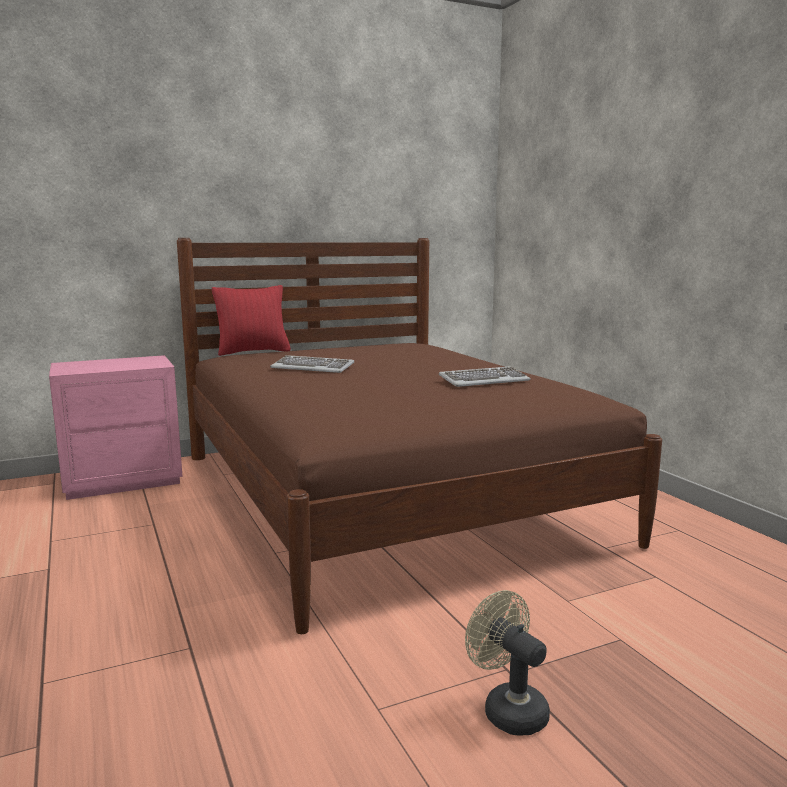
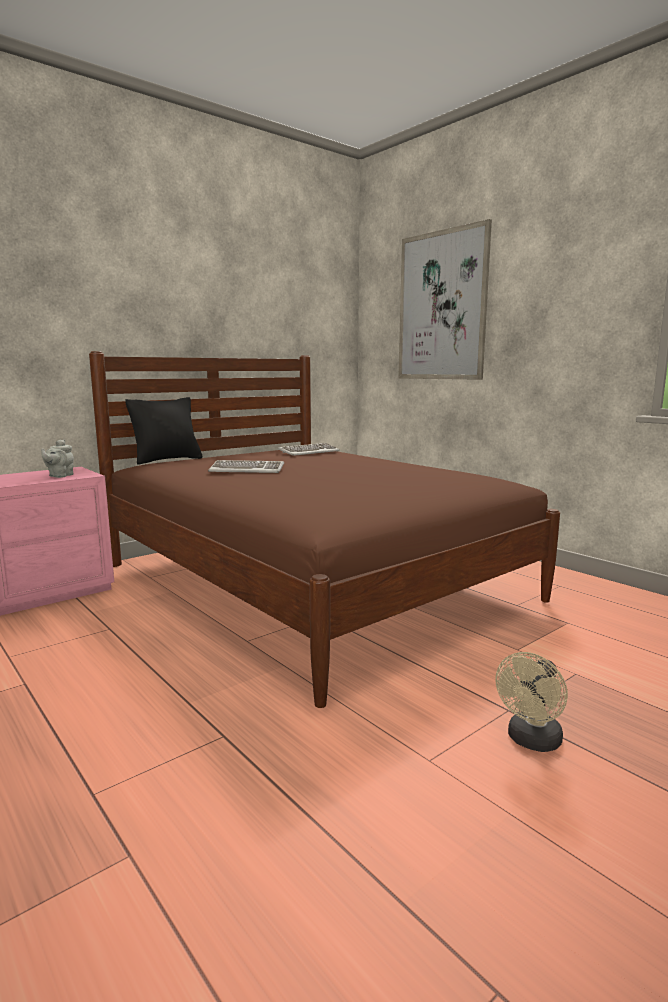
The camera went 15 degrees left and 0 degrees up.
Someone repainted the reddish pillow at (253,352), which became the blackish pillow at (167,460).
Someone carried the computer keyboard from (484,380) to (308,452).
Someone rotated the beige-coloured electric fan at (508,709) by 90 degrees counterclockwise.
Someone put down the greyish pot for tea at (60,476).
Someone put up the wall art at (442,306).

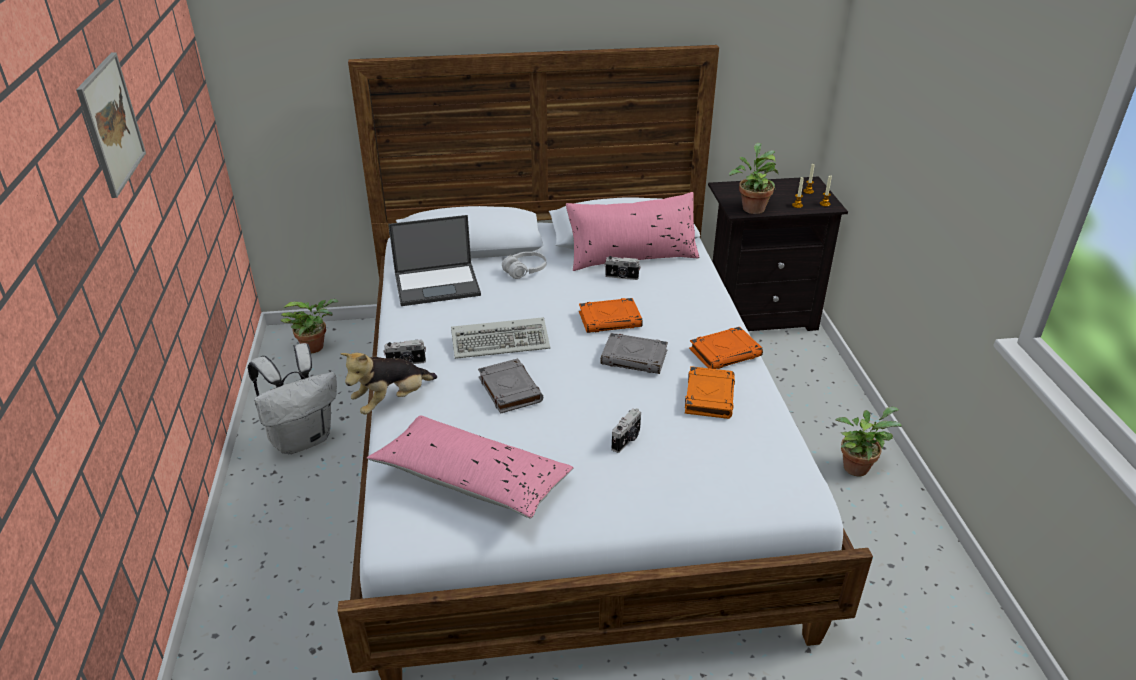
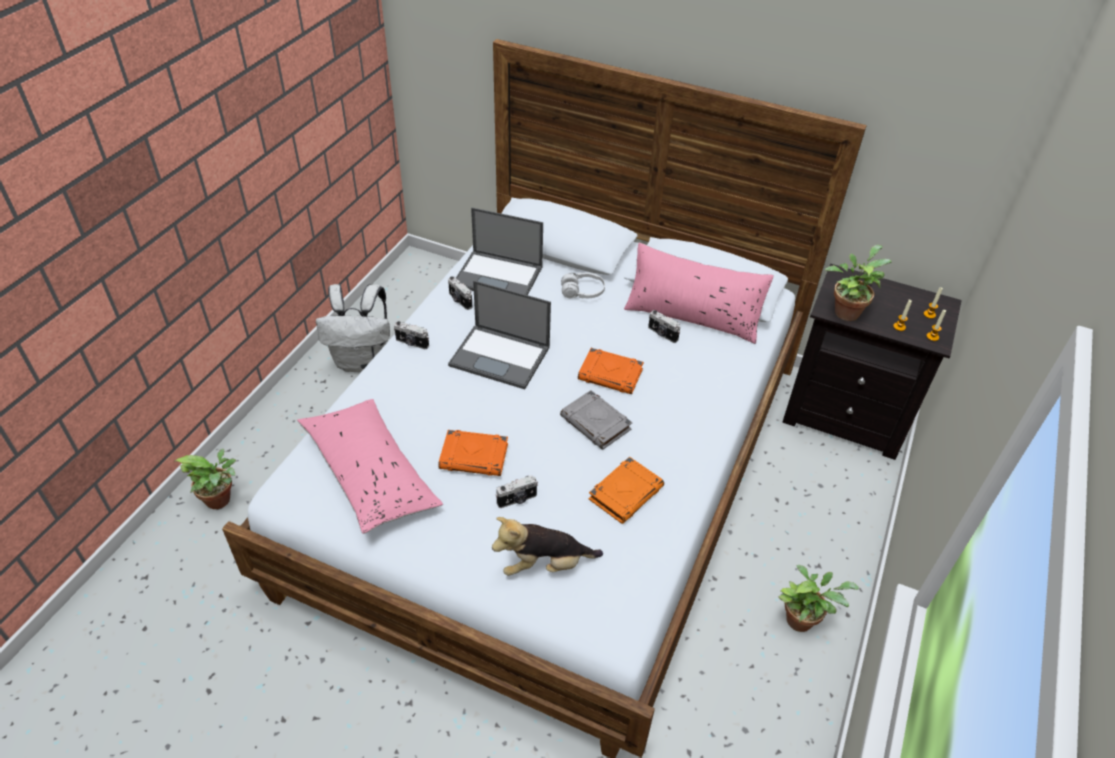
The camera went 30 degrees right and 10 degrees up.
Someone took away the wall art at (111,124).
Someone carried the houseplant from (316,346) to (221,499).
Someone carried the cuddly toy from (392,401) to (544,564).
Someone swapped the computer keyboard at (502,341) for the laptop at (501,356).
Someone took away the greyish bound book at (509,389).
Someone carried the orange bound book from (725,352) to (474,456).
Someone put down the still camera at (459,300).

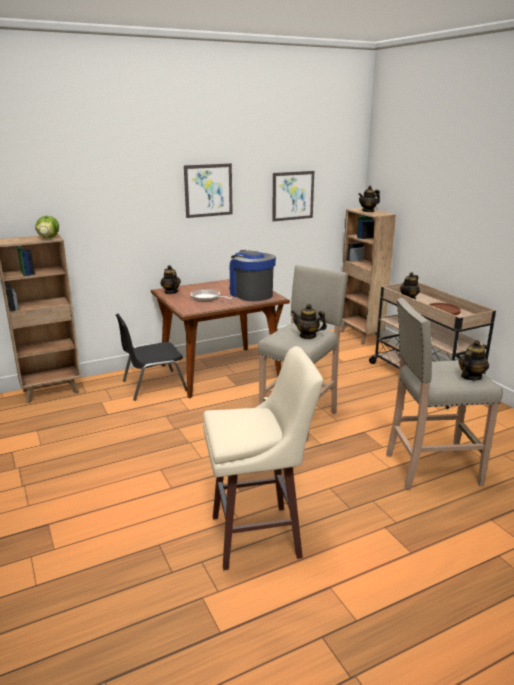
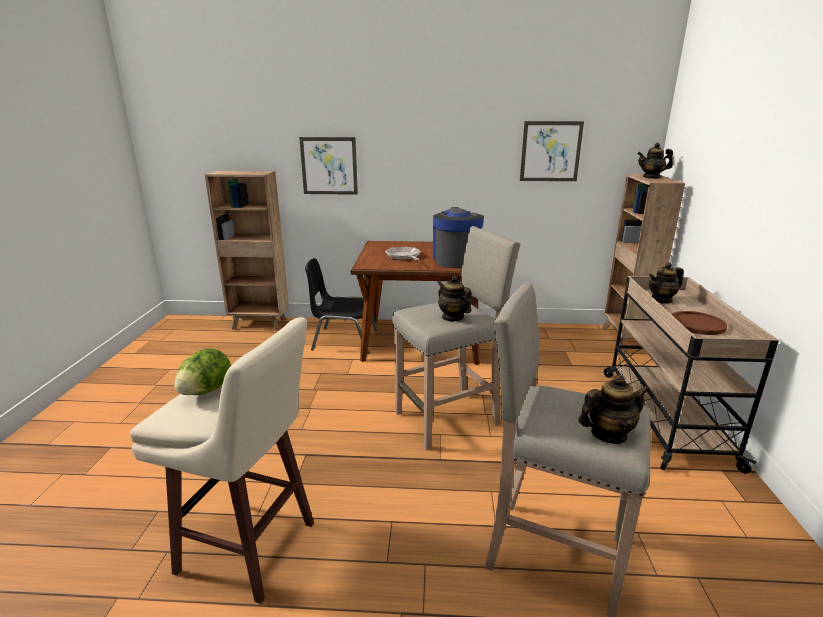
The camera went 30 degrees right and 0 degrees up.
Someone carried the lettuce from (48,238) to (206,391).
Someone took away the pot for tea at (171,292).
Someone carried the wall art from (208,190) to (329,166).

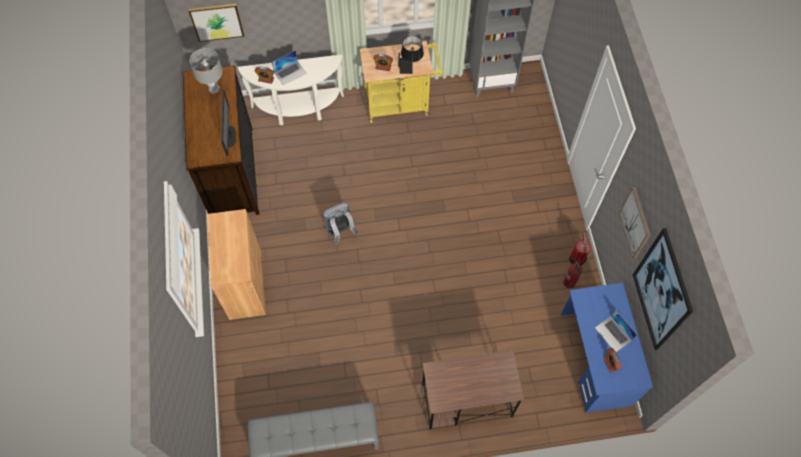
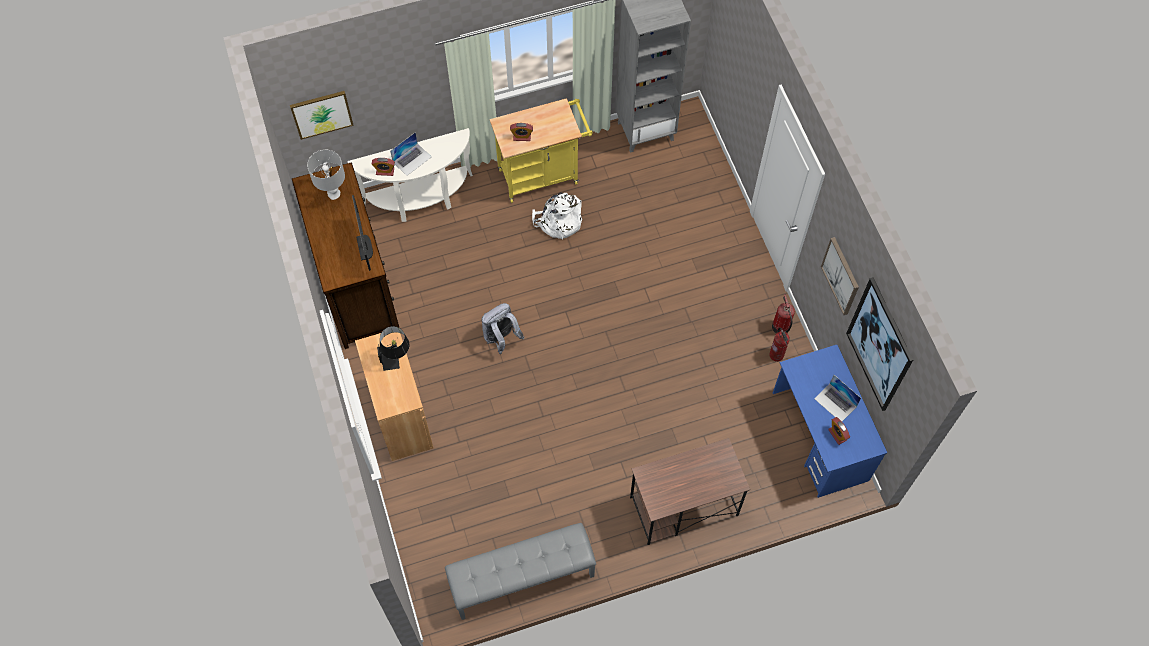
The camera went 10 degrees left and 0 degrees up.
Someone carried the blackish table lamp from (410,65) to (395,357).
Someone put down the whitish rucksack at (558,221).

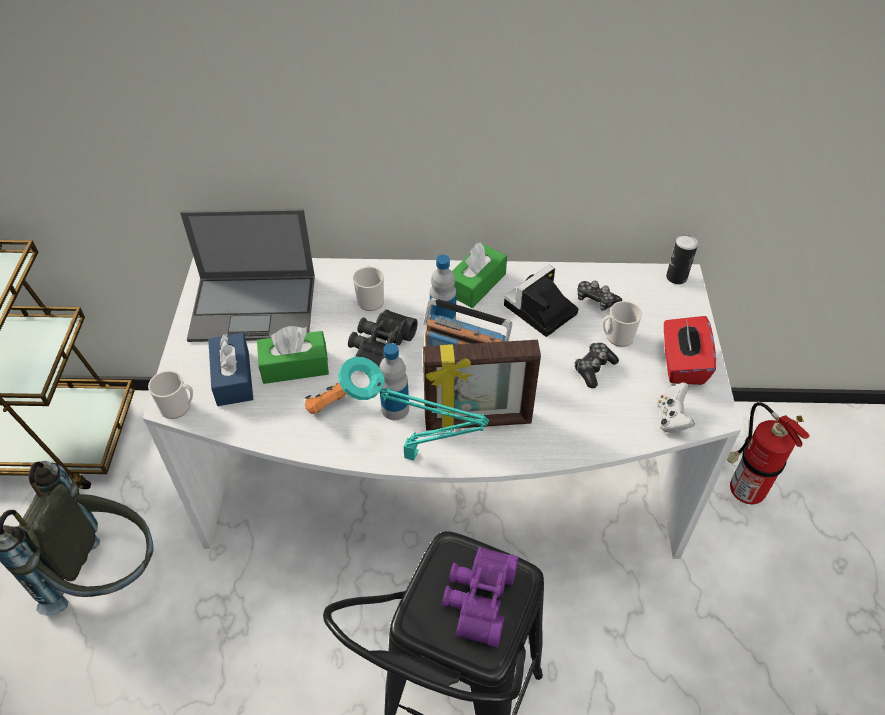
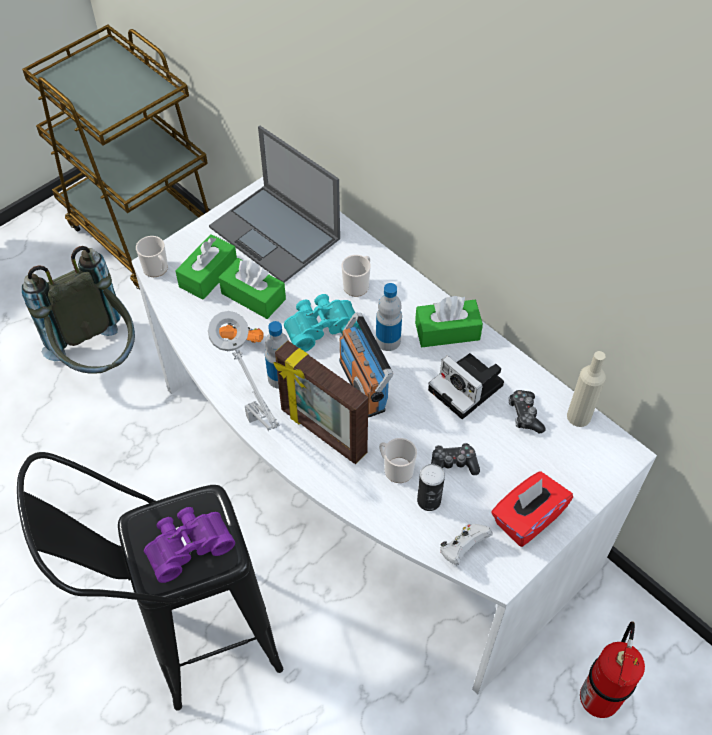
The camera went 45 degrees right and 5 degrees up.
Someone repainted the blue box of tissues at (233,378), which became the green-coloured box of tissues at (208,275).
Someone repainted the turquoise-coloured table lamp at (416,456), which became the greyish table lamp at (255,421).
Someone repainted the blackish field glasses at (379,348), which became the turquoise-coloured field glasses at (320,327).
Someone rotated the still camera at (539,311) by 135 degrees counterclockwise.
Someone carried the coffee mug from (616,337) to (395,469).
Someone carried the sealed can from (676,277) to (429,500).
Someone put down the beige-coloured bottle at (578,416).

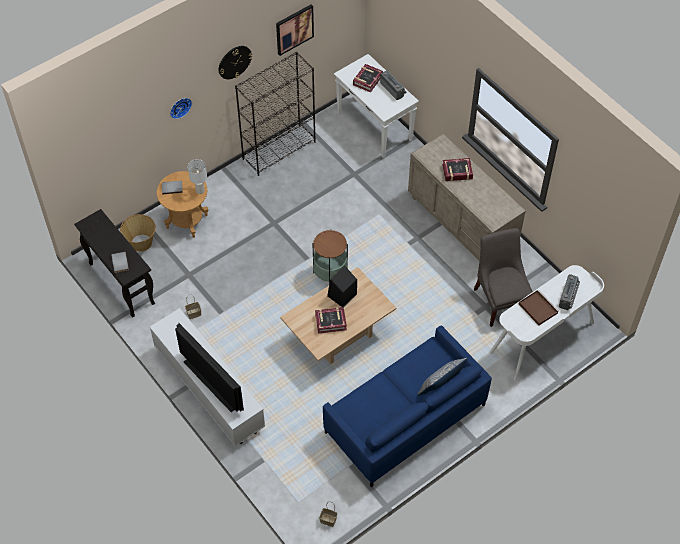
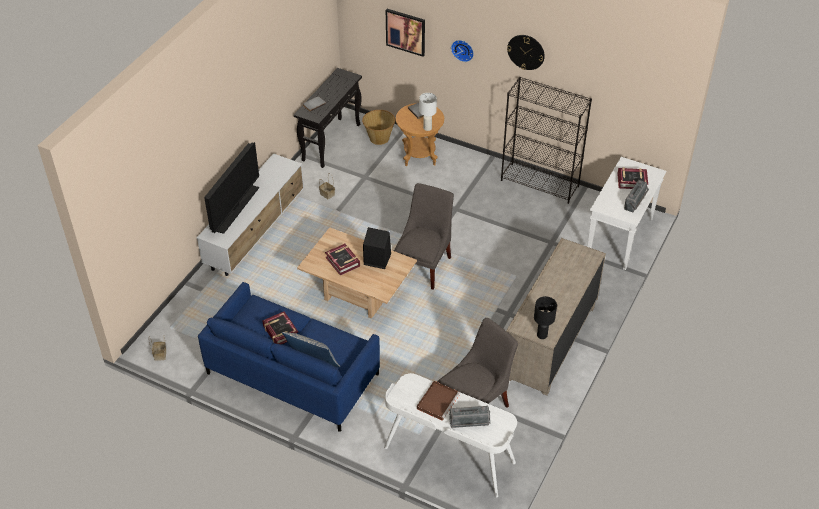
The camera went 65 degrees right and 10 degrees down.
Someone carried the wall art from (294,29) to (405,31).
Someone swapped the accent table at (330,274) for the greyish upright chair at (424,265).
Someone carried the bound book from (457,172) to (280,331).
Someone put down the blackish table lamp at (542,335).

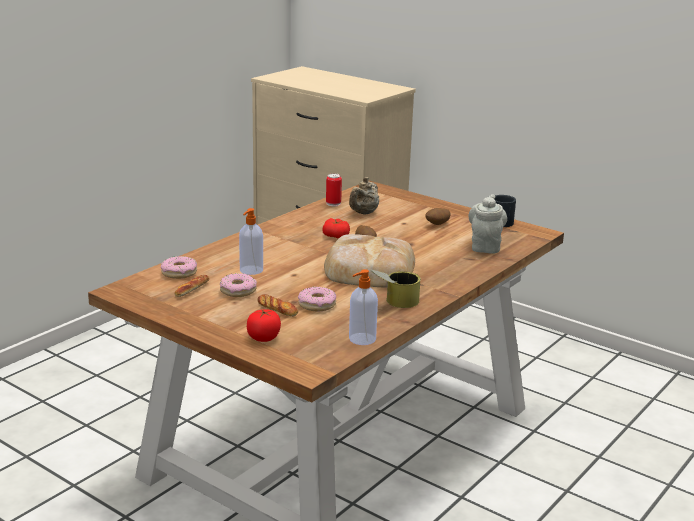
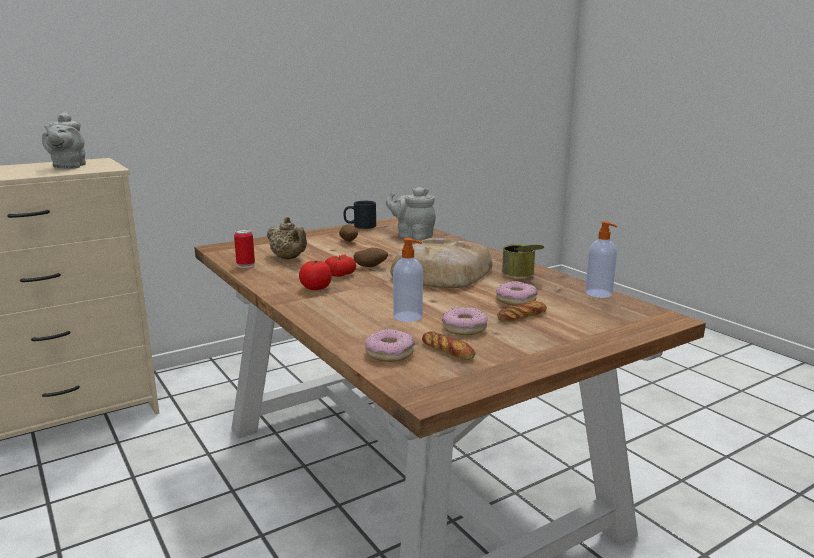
The camera went 70 degrees left and 5 degrees down.
Someone carried the fresh tomato from (264,338) to (316,288).
Someone put down the greyish pot for tea at (68,167).

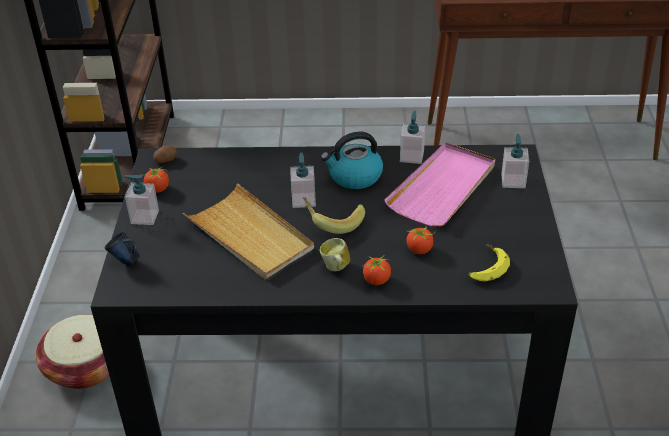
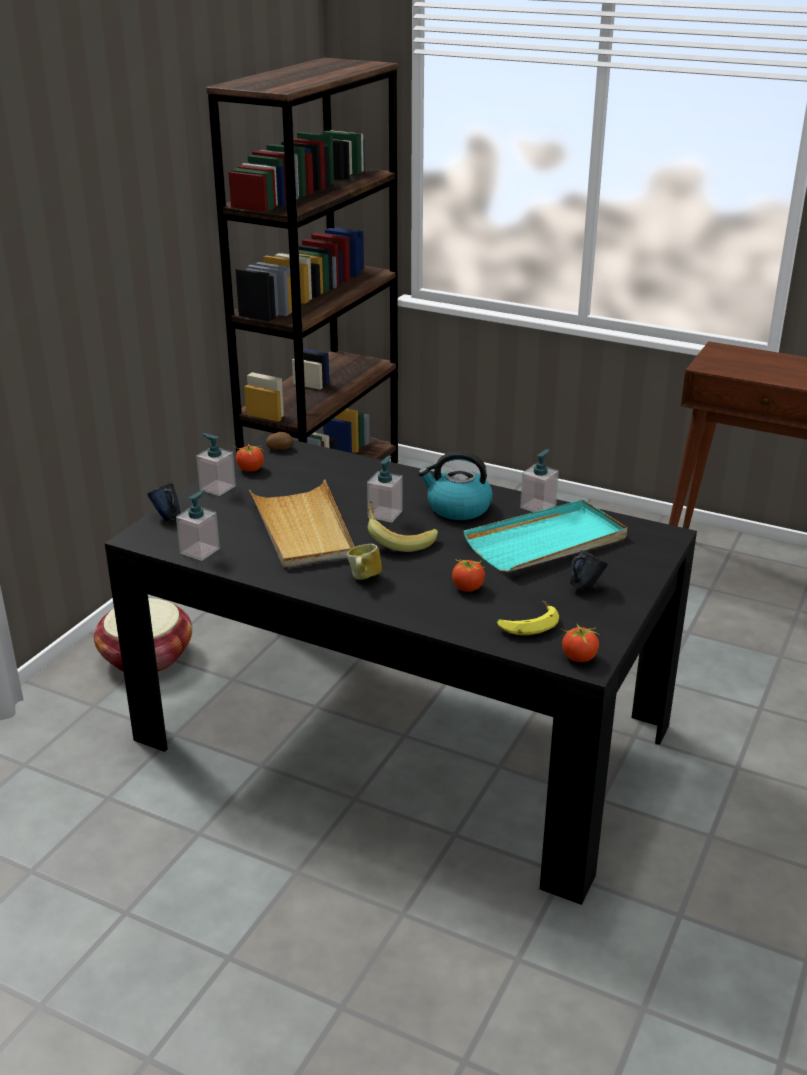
The camera went 25 degrees right and 10 degrees down.
Someone carried the fresh tomato from (376,280) to (578,657).
Someone repainted the pink carrying tray at (443,187), which became the turquoise-coloured carrying tray at (547,542).
Someone carried the liquid soap bottle from (513,181) to (200,551).
Someone put down the blue coffee mug at (585,587).

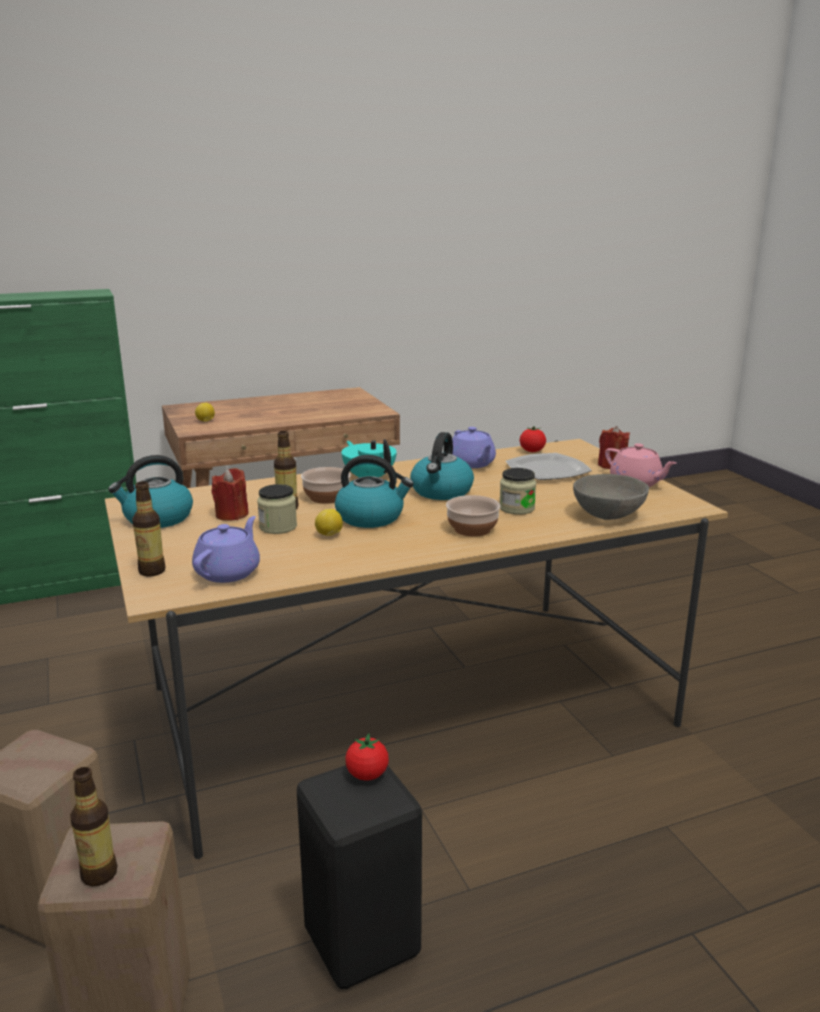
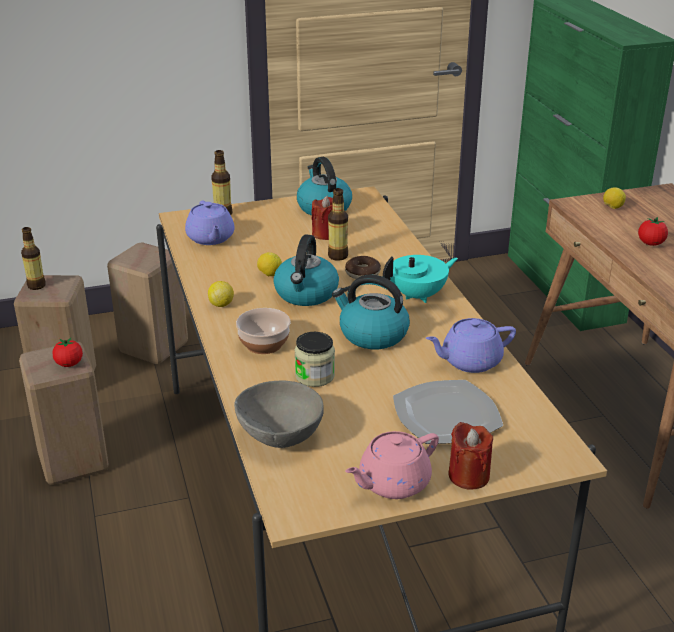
The camera went 95 degrees right and 10 degrees up.
Someone rotated the purple pot for tea at (228,572) by 45 degrees clockwise.
Someone took away the jar at (278,527).
Someone repainted the blackish stool at (360,944), which became the beige-coloured stool at (71,461).
Someone swapped the bowl at (326,497) for the ring doughnut at (362,273).
Someone carried the fresh tomato from (532,451) to (650,243).
Someone put down the citrus fruit at (221,304).

